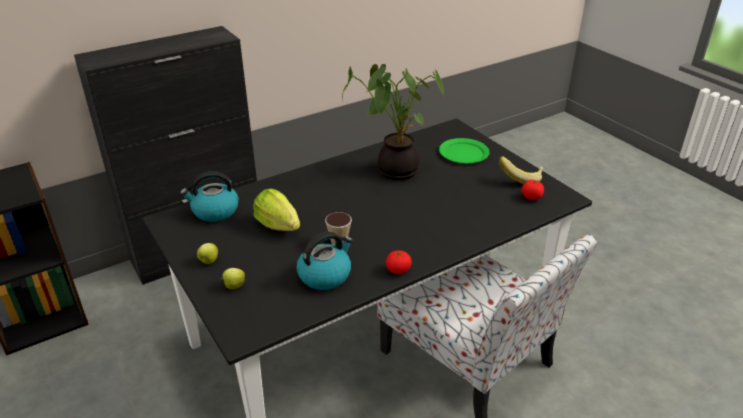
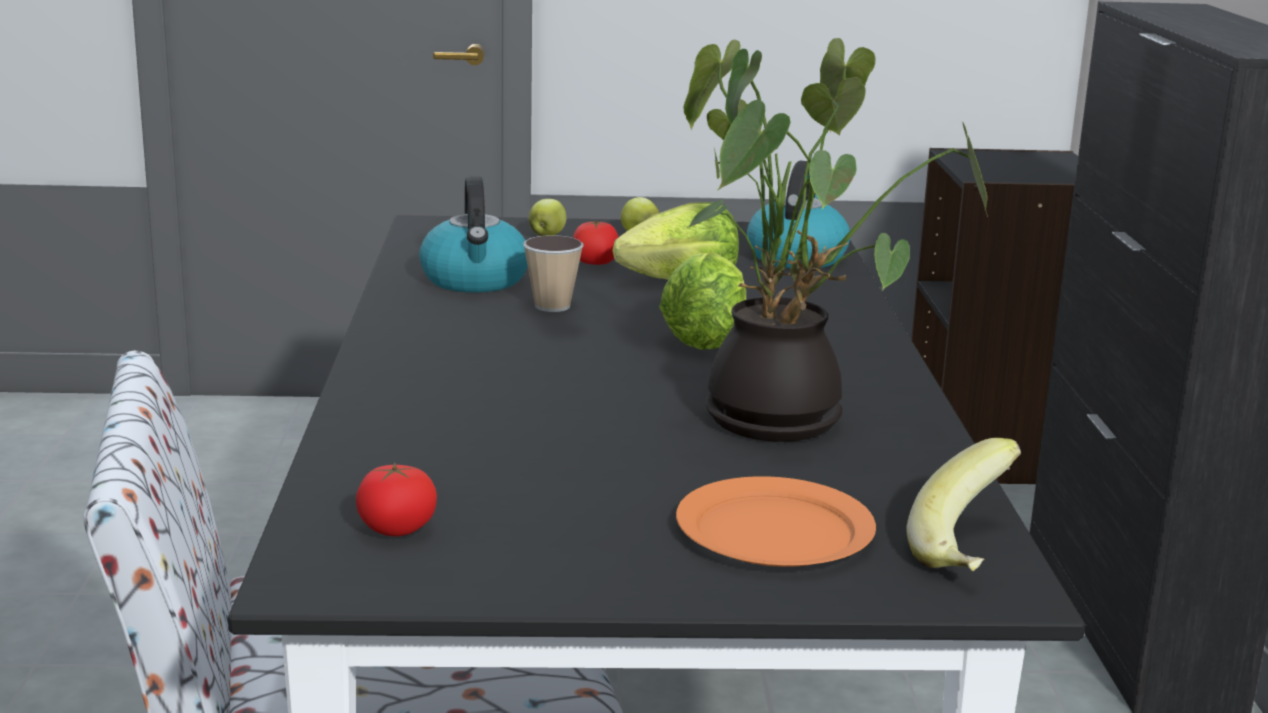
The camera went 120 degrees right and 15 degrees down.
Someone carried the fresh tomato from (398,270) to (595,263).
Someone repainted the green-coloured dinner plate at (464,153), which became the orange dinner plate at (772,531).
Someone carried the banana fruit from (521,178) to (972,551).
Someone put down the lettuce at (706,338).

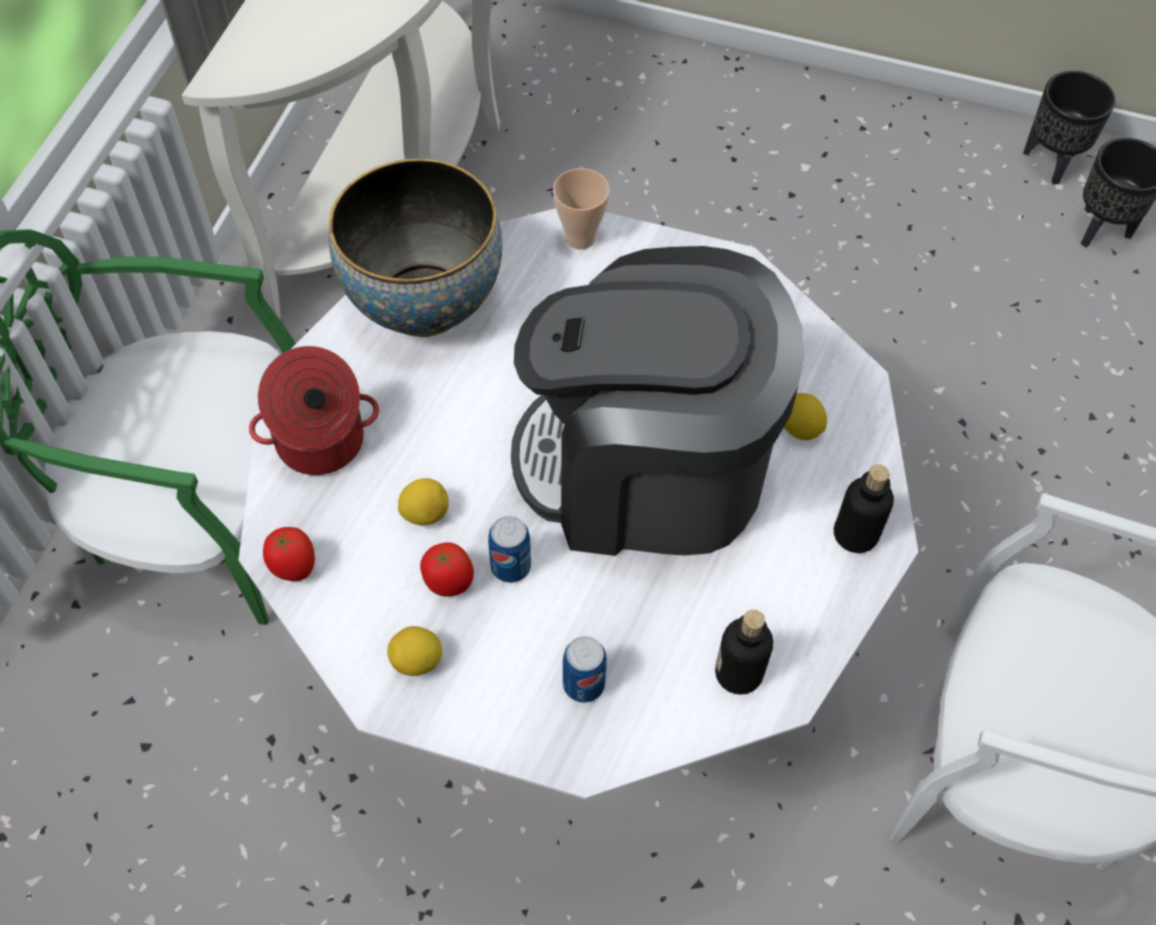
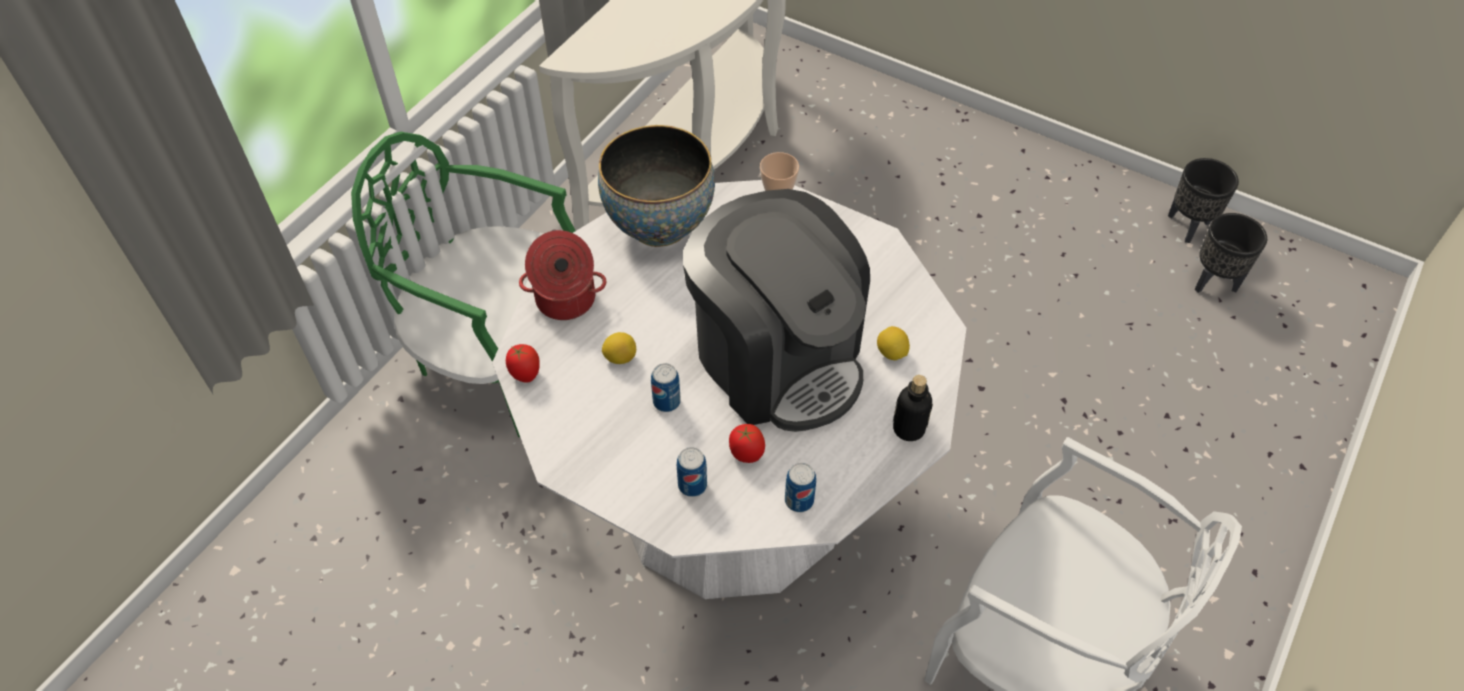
The camera went 15 degrees right and 5 degrees down.
Someone took away the citrus fruit at (417,661).
Someone carried the fresh tomato from (448,583) to (746,454).
Someone rotated the coffee brewer at (647,469) by 150 degrees counterclockwise.
Someone swapped the bottle at (738,673) for the sealed can at (799,500).

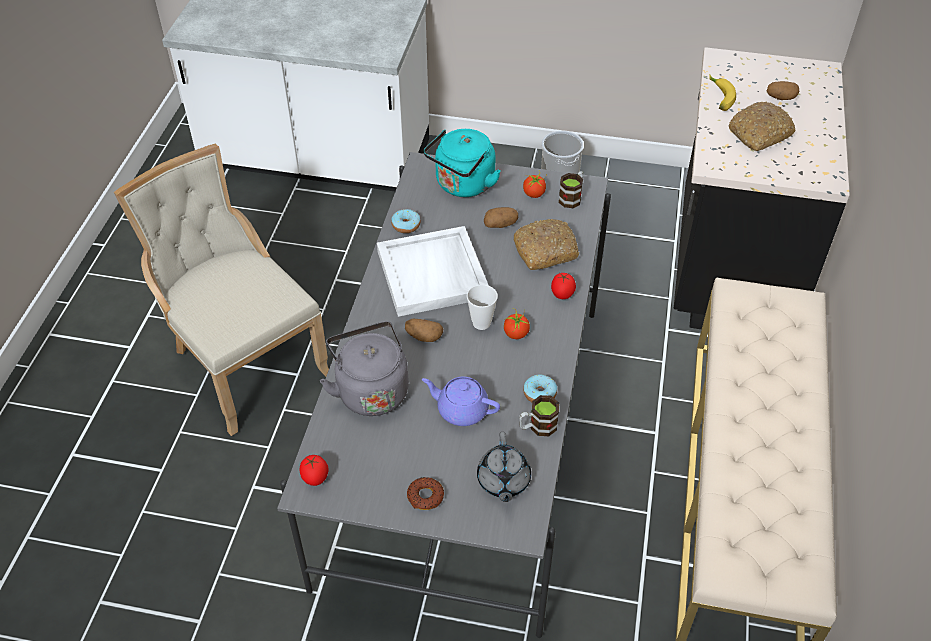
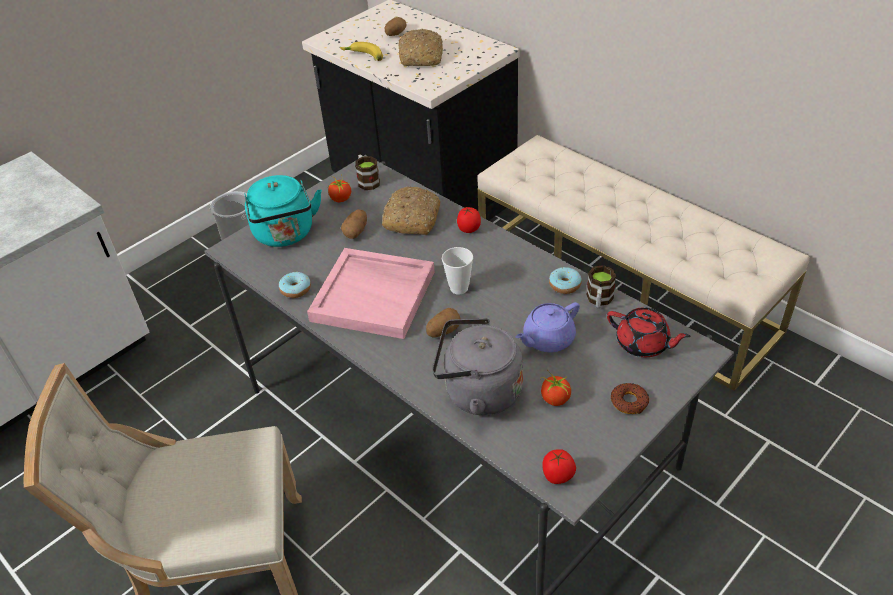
The camera went 55 degrees left and 5 degrees down.
Someone repainted the whitish carrying tray at (433,274), which became the pink carrying tray at (374,295).
Someone repainted the greyish pot for tea at (503,481), which became the reddish pot for tea at (643,344).
Someone carried the fresh tomato from (516,333) to (555,399).

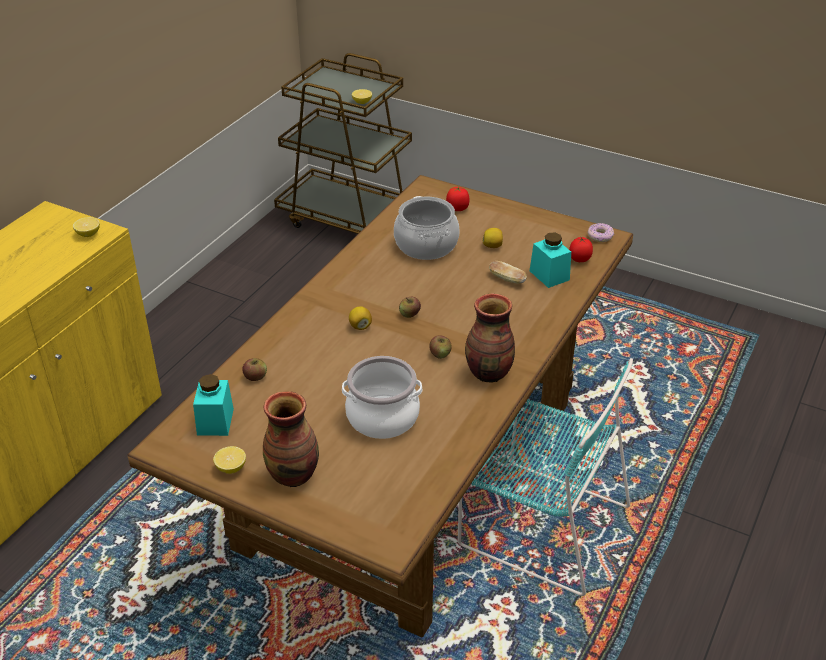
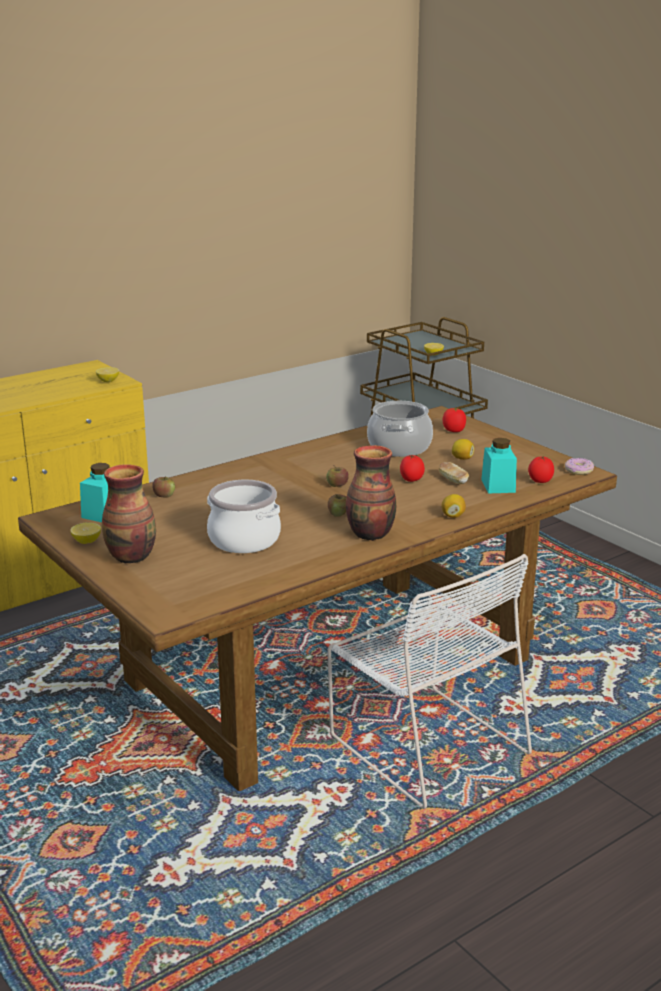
The camera went 25 degrees right and 15 degrees down.
Someone carried the citrus fruit from (360,326) to (453,516).
Someone repainted the turquoise-coloured upright chair at (539,524), which became the whitish upright chair at (424,742).
Someone put down the fresh tomato at (411,480).

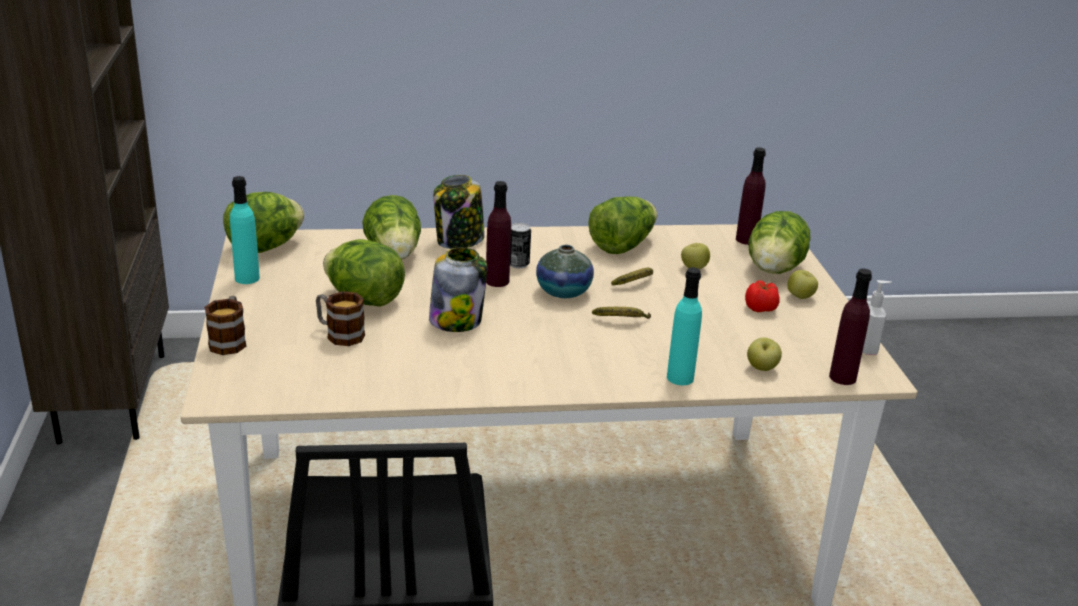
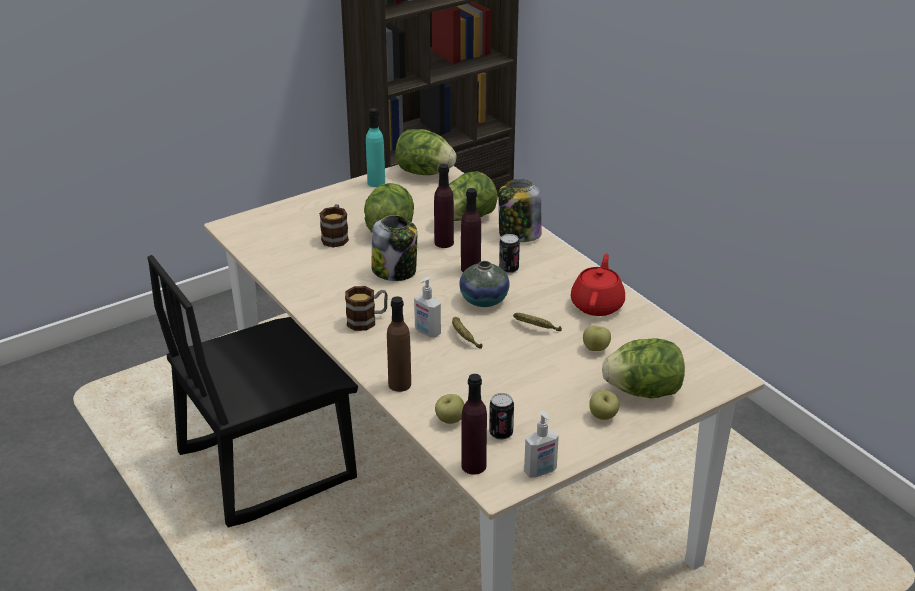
The camera went 65 degrees right and 5 degrees up.
Someone carried the coffee mug from (229,340) to (367,320).
Someone swapped the lettuce at (622,246) for the reddish pot for tea at (597,305).
Someone repainted the turquoise-coloured bottle at (680,378), which became the brown bottle at (399,384).
Someone carried the purple bottle from (746,239) to (444,242).
Someone took away the fresh tomato at (761,309).
Someone put down the liquid soap bottle at (427,332).
Someone put down the sealed can at (501,433).

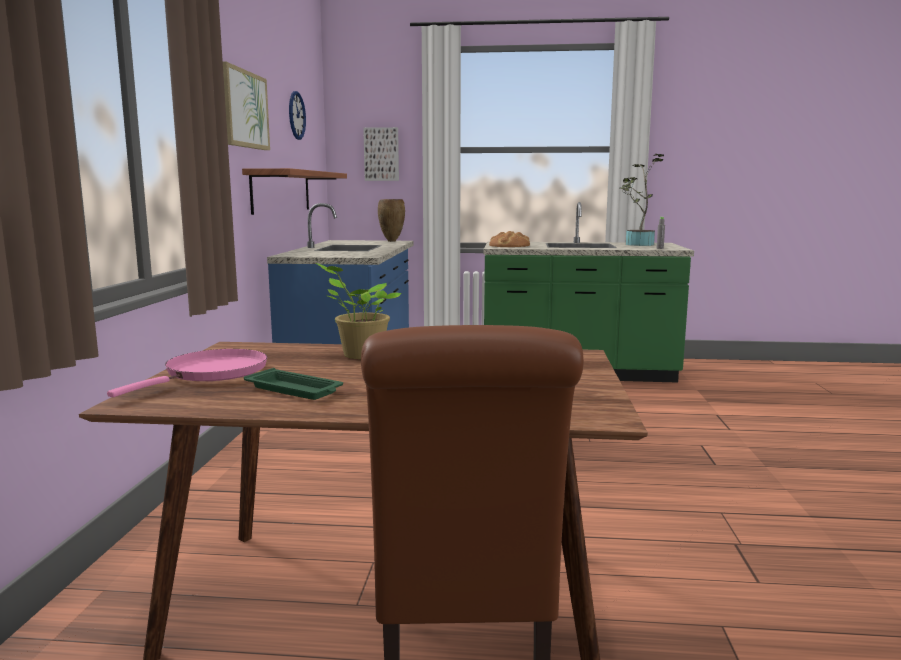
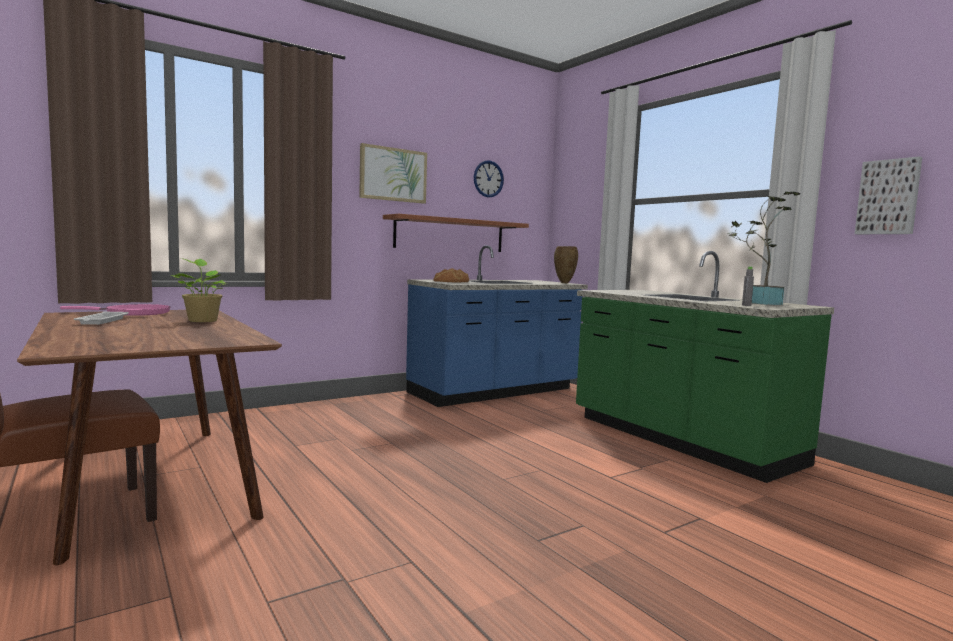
The camera went 50 degrees right and 5 degrees down.
Someone repainted the green-coloured carrying tray at (295,390), which became the whitish carrying tray at (102,321).
Someone carried the wall art from (381,154) to (888,197).
Someone carried the bakery bread from (509,245) to (451,281).

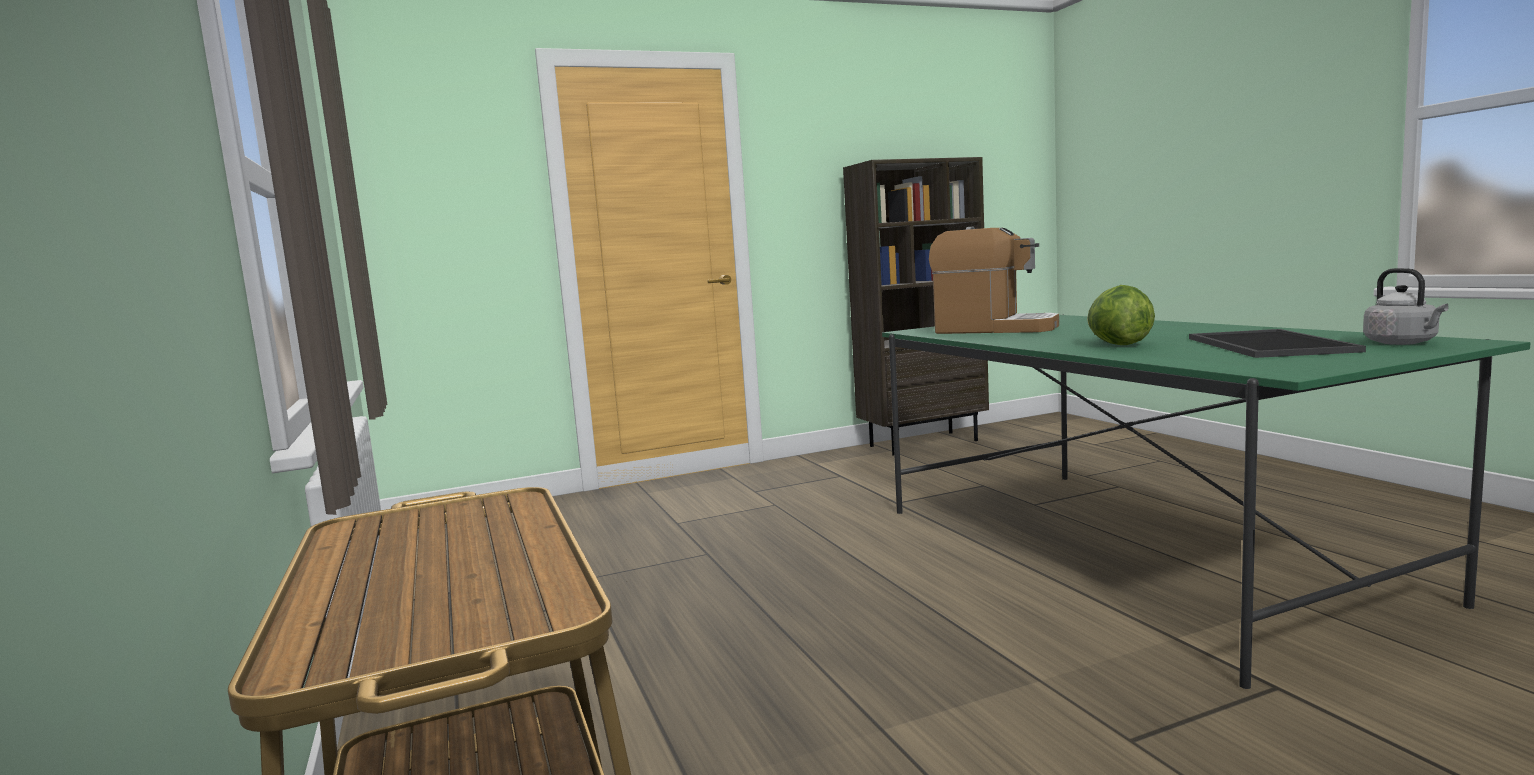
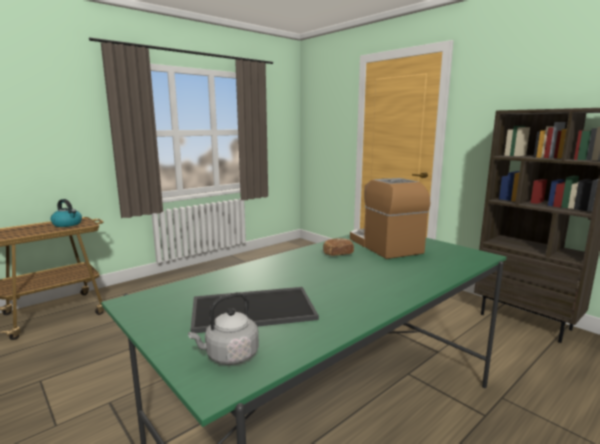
The camera went 70 degrees right and 5 degrees up.
Someone rotated the coffee brewer at (994,329) by 150 degrees clockwise.
Someone took away the lettuce at (1118,344).
Someone put down the water kettle at (68,224).
Someone put down the bakery bread at (338,254).

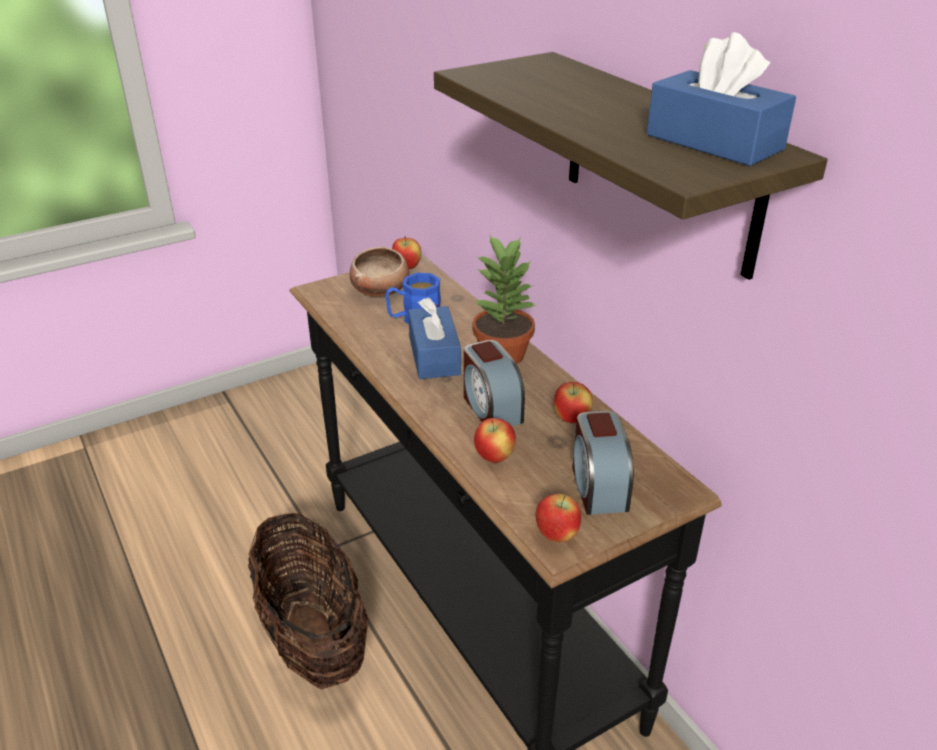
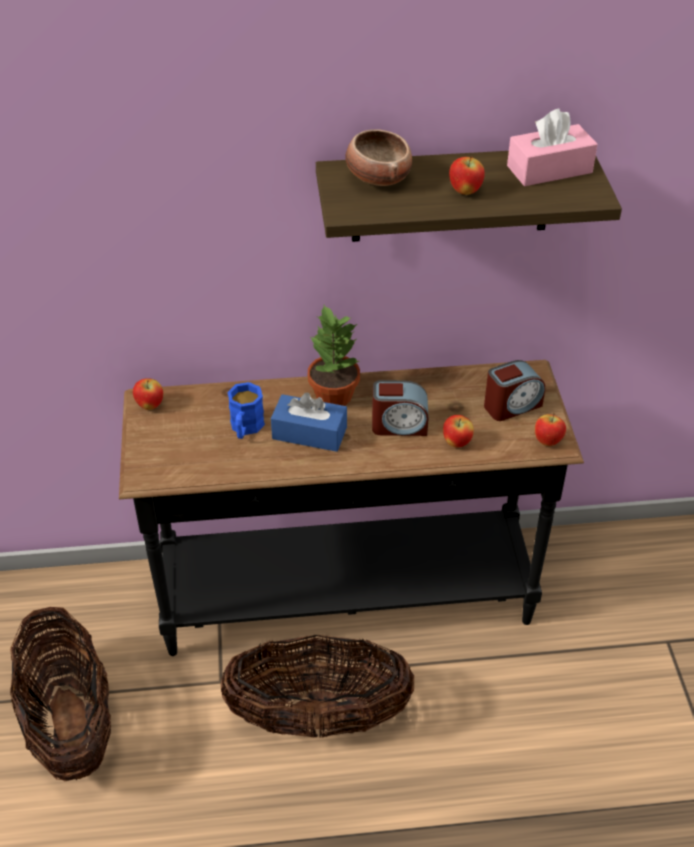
The camera went 65 degrees left and 10 degrees up.
Someone carried the bowl from (381,290) to (378,177).
Someone carried the apple fruit from (571,419) to (465,192).
Someone rotated the table clock at (598,486) by 45 degrees counterclockwise.
Someone repainted the blue box of tissues at (714,142), which became the pink box of tissues at (549,169).
Someone put down the household basket at (71,723).

